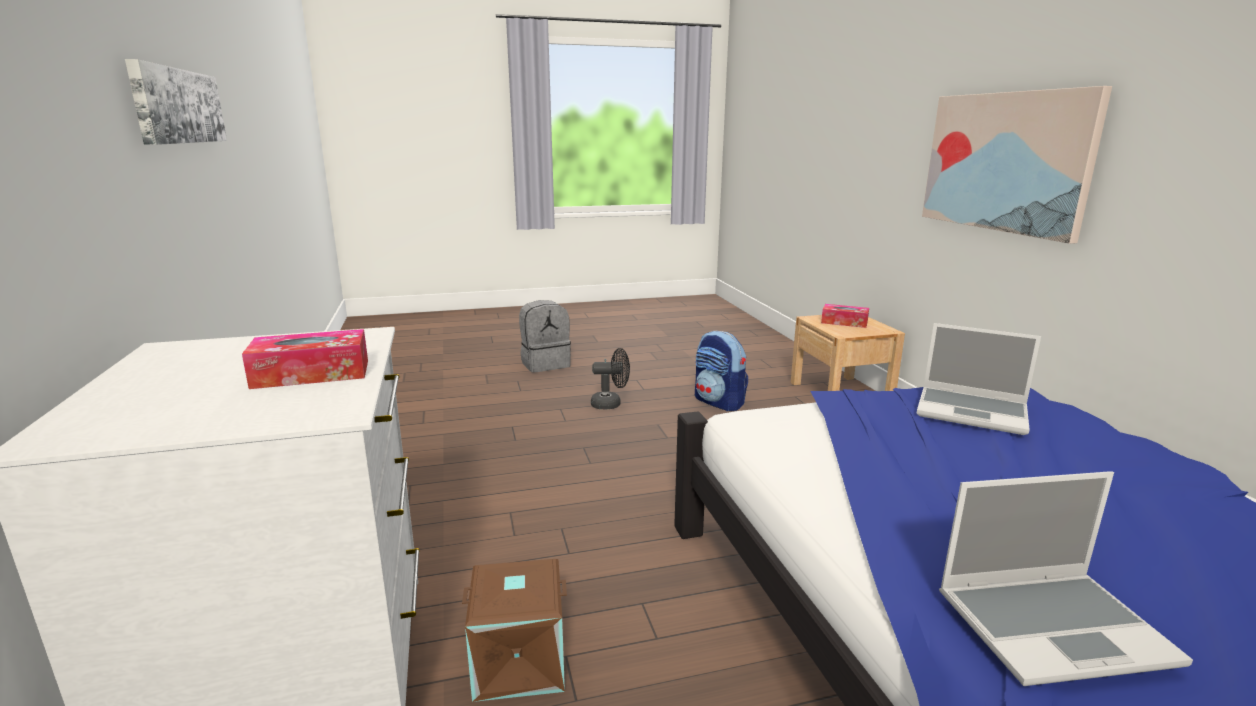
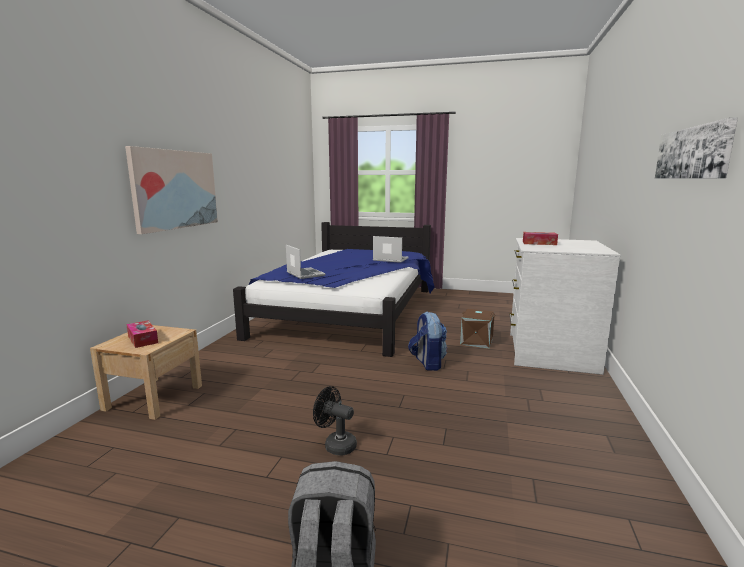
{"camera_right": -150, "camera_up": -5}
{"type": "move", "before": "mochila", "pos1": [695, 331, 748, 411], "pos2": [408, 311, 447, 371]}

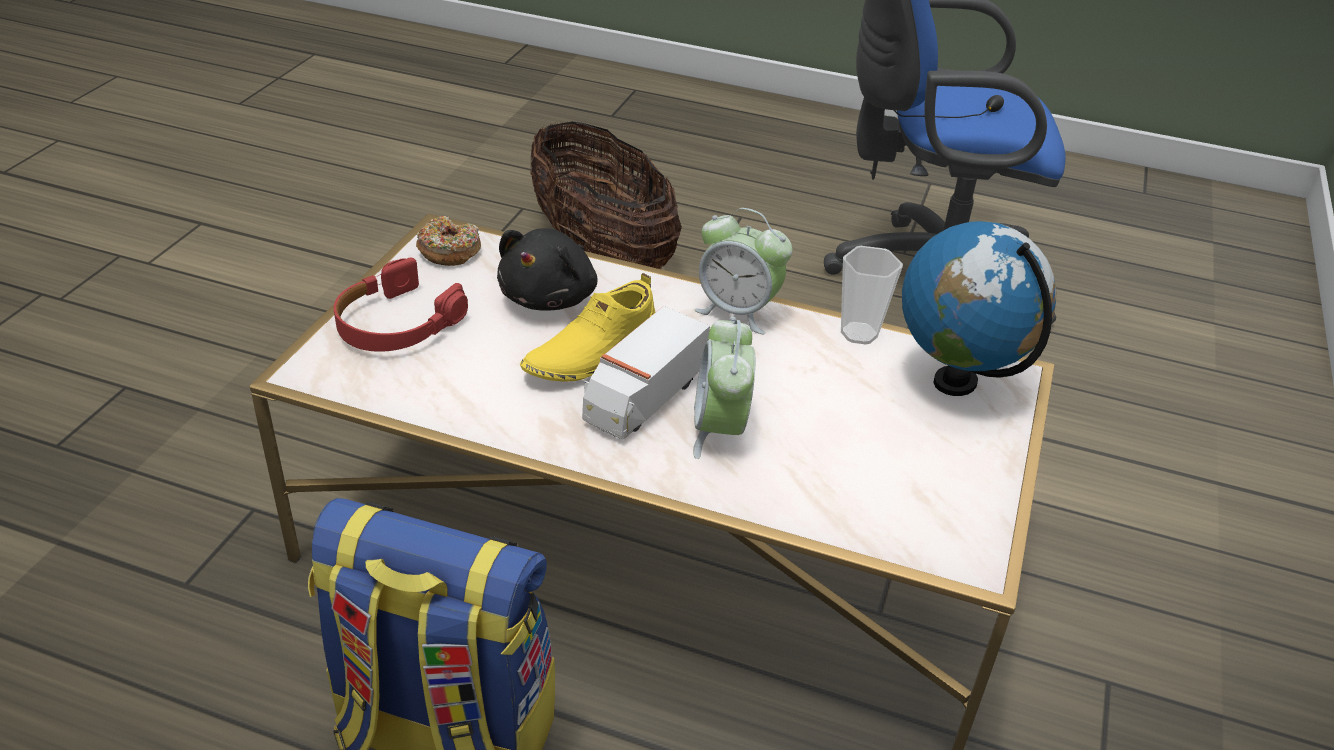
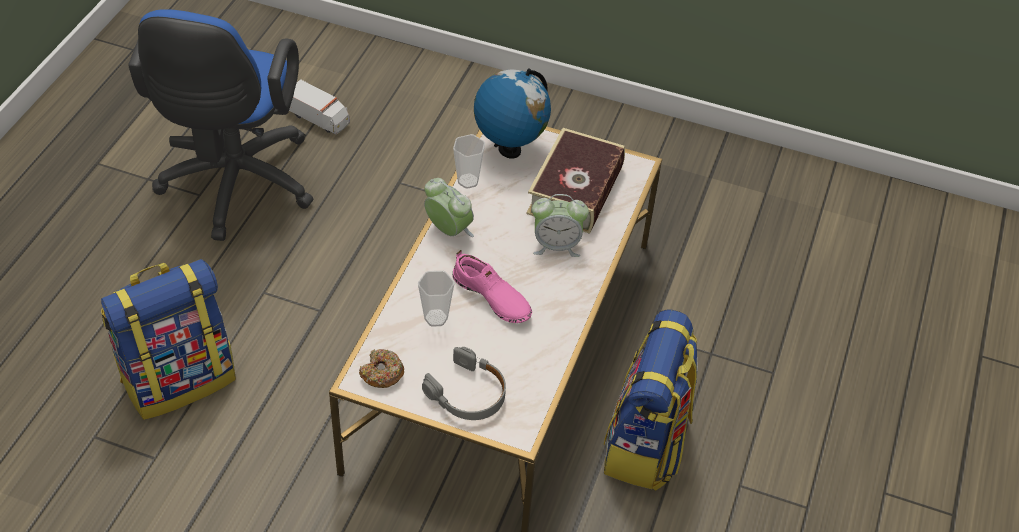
{"camera_right": -90, "camera_up": 10}
{"type": "replace", "before": "cesta", "after": "mochila", "pos1": [531, 121, 682, 269], "pos2": [101, 259, 236, 420]}
{"type": "move", "before": "camión de juguete", "pos1": [582, 306, 710, 439], "pos2": [289, 79, 350, 135]}
{"type": "replace", "before": "peluche [negro]", "after": "taza", "pos1": [497, 228, 597, 311], "pos2": [418, 271, 455, 327]}
{"type": "recolor", "before": "auriculares [rojo]", "after": "auriculares [gris]", "pos1": [334, 257, 468, 352], "pos2": [422, 347, 506, 420]}
{"type": "rotate", "before": "despertador", "pos1": [694, 208, 792, 334], "pos2": [424, 178, 474, 237], "turn": -75}
{"type": "recolor", "before": "zapato [amarillo]", "after": "zapato [rosa]", "pos1": [520, 273, 655, 382], "pos2": [452, 250, 532, 323]}
{"type": "insert", "after": "libro", "pos2": [527, 128, 625, 234]}

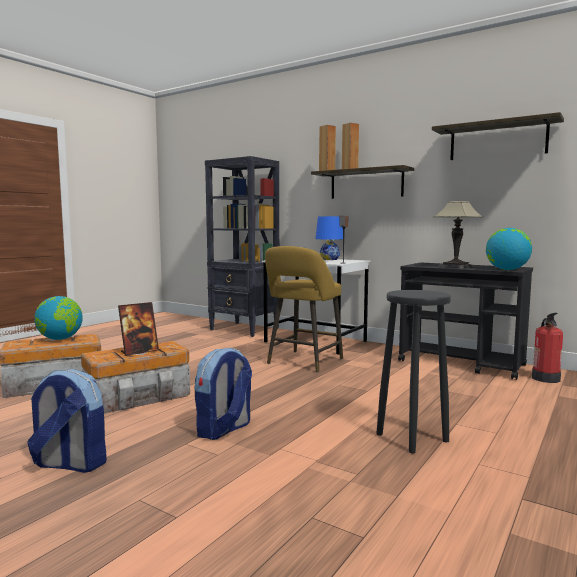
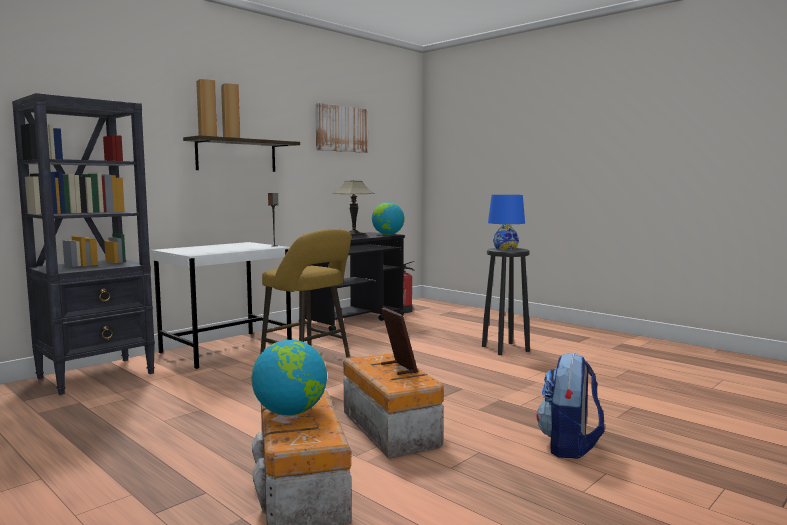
{"camera_right": -80, "camera_up": 0}
{"type": "replace", "before": "estante", "after": "cuadro", "pos1": [432, 112, 564, 160], "pos2": [315, 103, 368, 153]}
{"type": "move", "before": "lámpara de mesa [azul]", "pos1": [315, 216, 343, 260], "pos2": [488, 195, 525, 250]}
{"type": "delete", "before": "mochila", "pos1": [195, 348, 252, 440]}

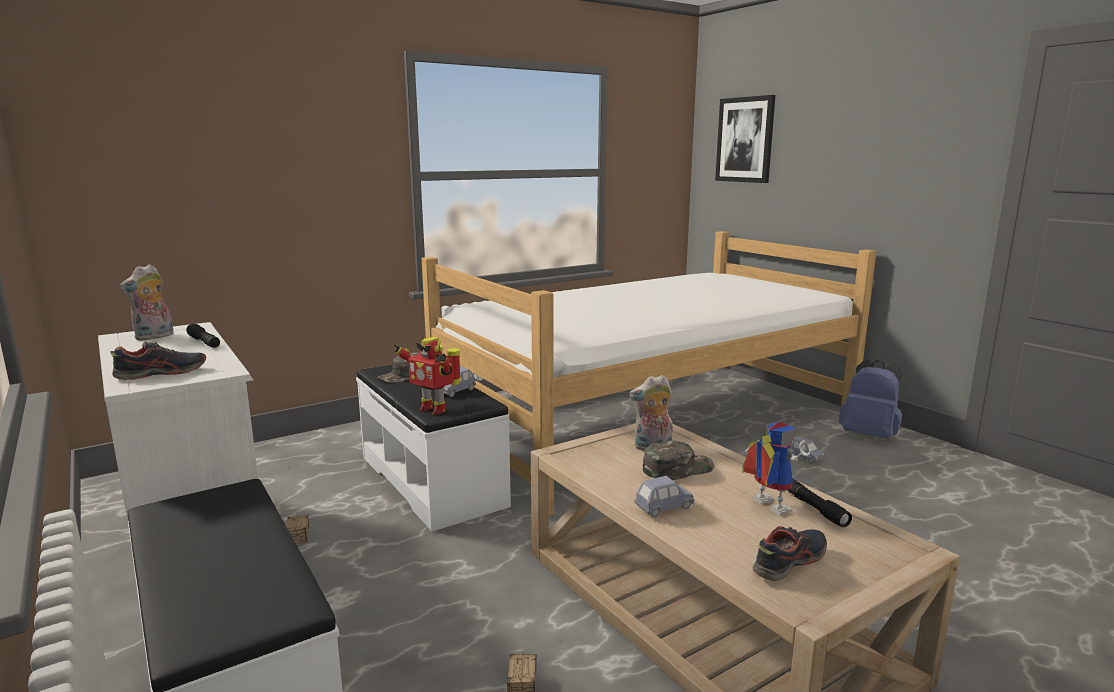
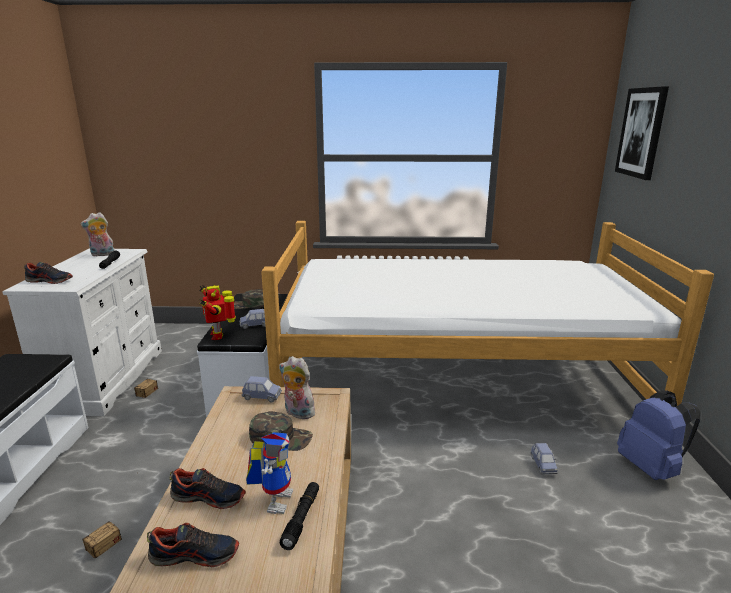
{"camera_right": 35, "camera_up": 5}
{"type": "insert", "after": "zapato", "pos2": [170, 468, 246, 509]}
{"type": "move", "before": "coche de juguete [azul]", "pos1": [634, 476, 695, 518], "pos2": [242, 376, 282, 403]}

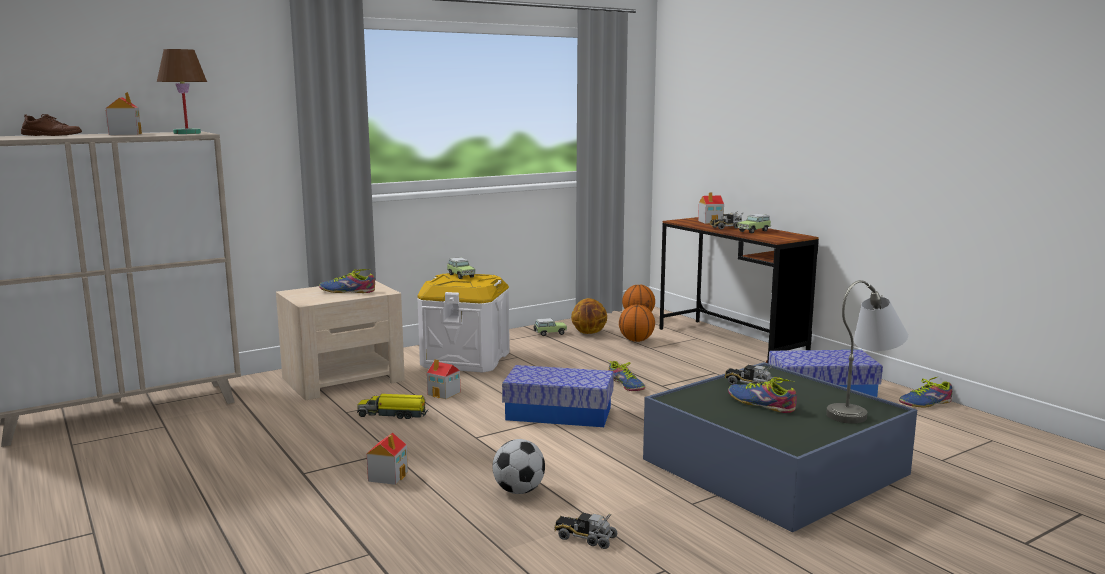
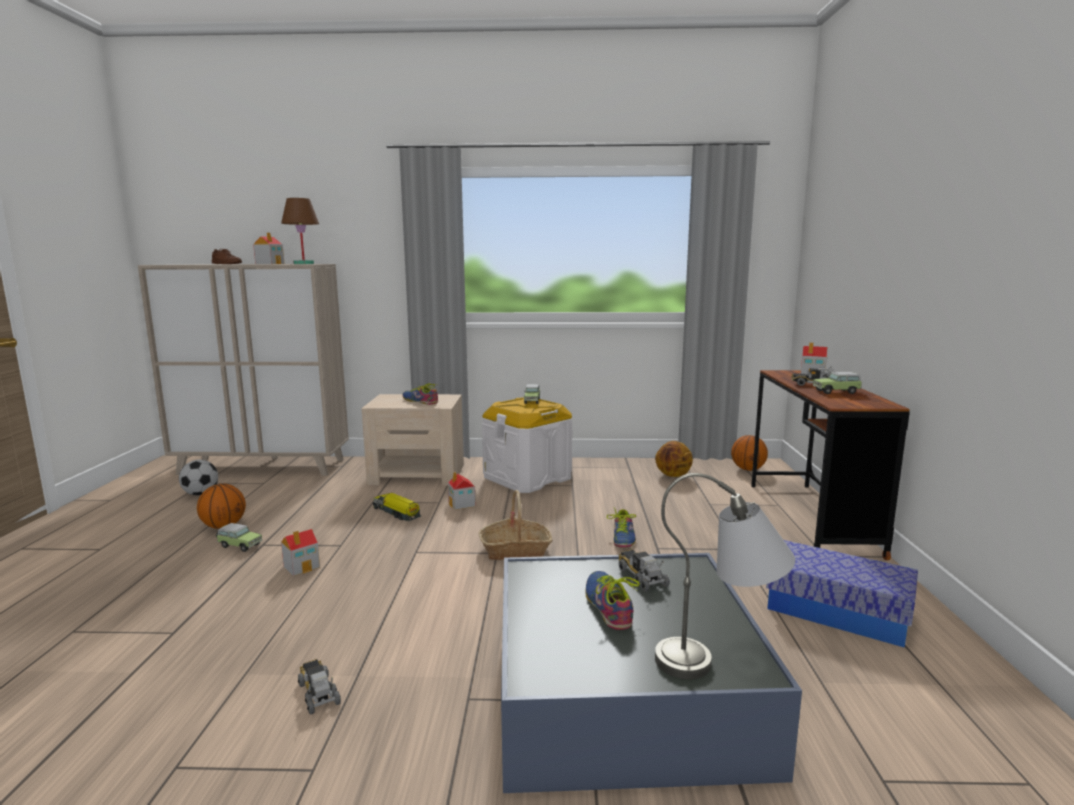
{"camera_right": 35, "camera_up": 0}
{"type": "move", "before": "balón de fútbol", "pos1": [492, 439, 545, 494], "pos2": [179, 460, 218, 495]}
{"type": "move", "before": "balón de baloncesto", "pos1": [619, 305, 655, 342], "pos2": [197, 484, 246, 529]}
{"type": "move", "before": "coche de juguete", "pos1": [534, 318, 567, 336], "pos2": [216, 523, 262, 552]}
{"type": "replace", "before": "caja de almacenaje", "after": "cesta", "pos1": [502, 365, 614, 427], "pos2": [479, 490, 553, 560]}
{"type": "delete", "before": "zapato", "pos1": [899, 376, 952, 408]}

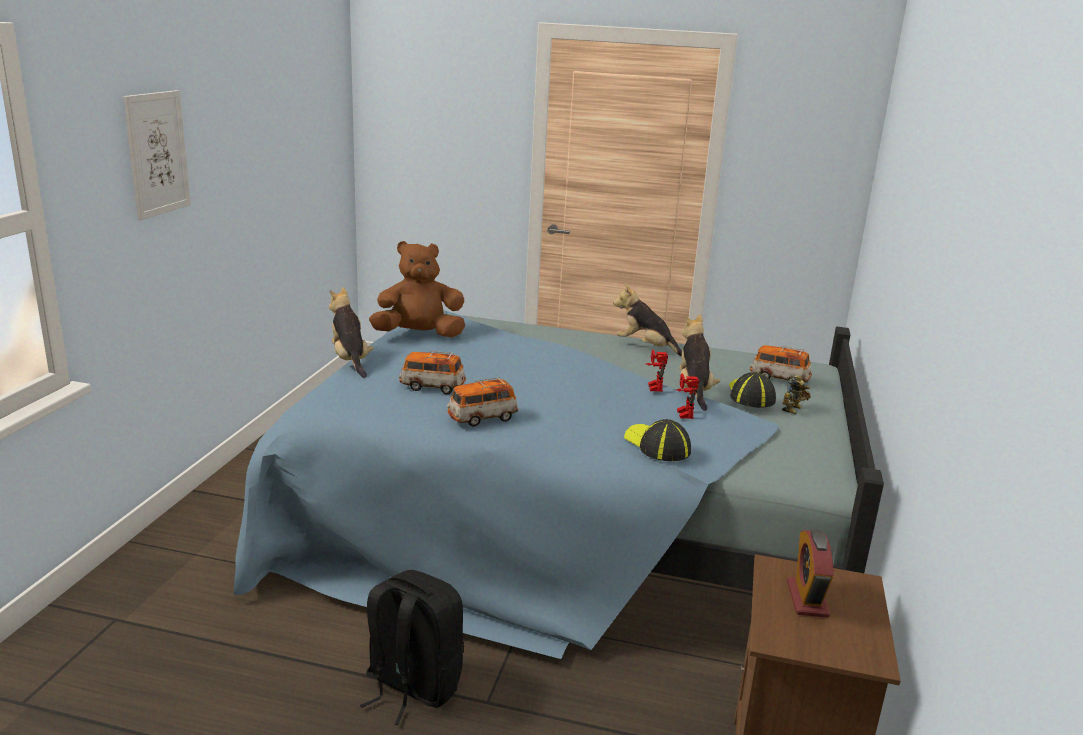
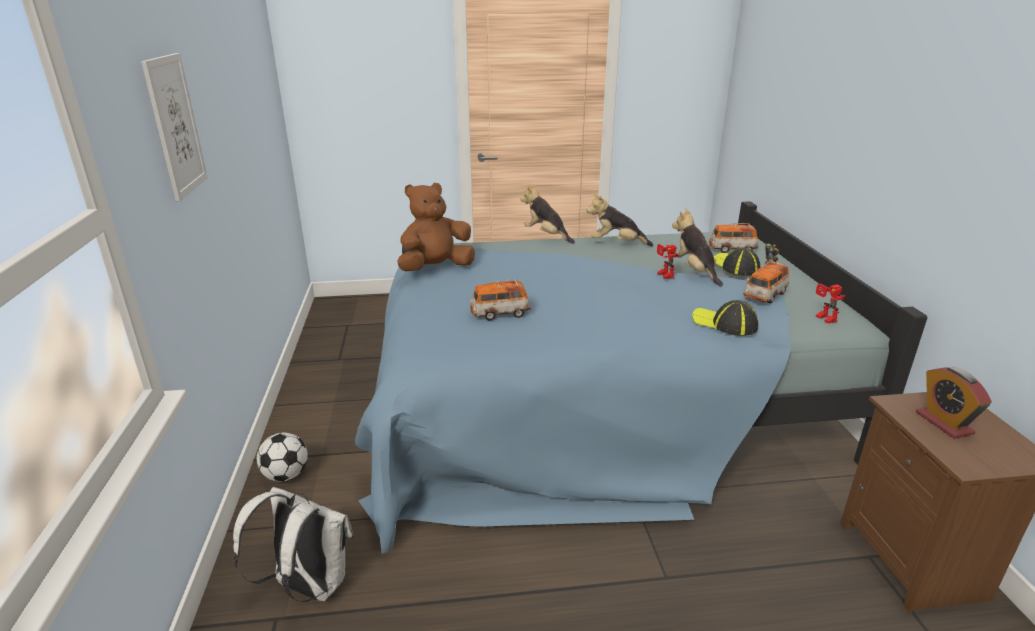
{"camera_right": -20, "camera_up": 5}
{"type": "insert", "after": "mochila [blanco]", "pos2": [233, 487, 354, 602]}
{"type": "insert", "after": "balón de fútbol", "pos2": [257, 432, 308, 482]}
{"type": "move", "before": "peluche", "pos1": [329, 287, 374, 378], "pos2": [520, 184, 575, 244]}
{"type": "move", "before": "coche de juguete", "pos1": [447, 377, 518, 427], "pos2": [743, 260, 789, 303]}
{"type": "move", "before": "robot de juguete", "pos1": [676, 373, 699, 419], "pos2": [816, 284, 847, 323]}
{"type": "delete", "before": "mochila [negro]", "pos1": [360, 570, 464, 725]}

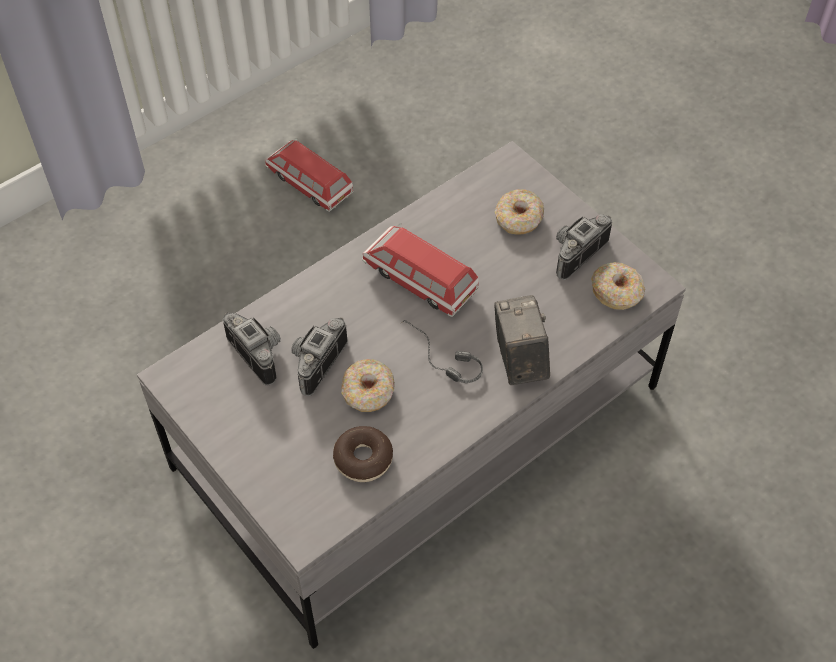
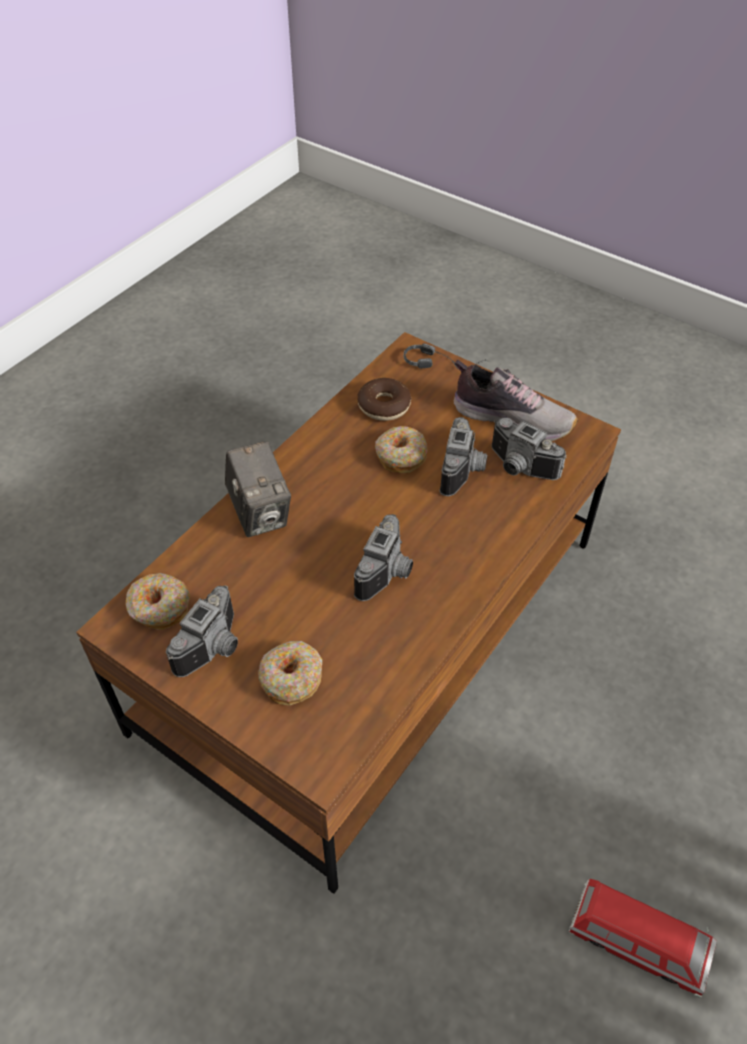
{"camera_right": 165, "camera_up": -5}
{"type": "recolor", "before": "mesa de centro [gris]", "after": "mesa de centro [marrón]", "pos1": [137, 141, 686, 649], "pos2": [76, 332, 621, 894]}
{"type": "replace", "before": "coche de juguete", "after": "cámara", "pos1": [362, 223, 479, 317], "pos2": [354, 514, 413, 601]}
{"type": "move", "before": "auriculares", "pos1": [401, 320, 483, 383], "pos2": [404, 344, 488, 369]}
{"type": "insert", "after": "zapato", "pos2": [454, 360, 577, 442]}

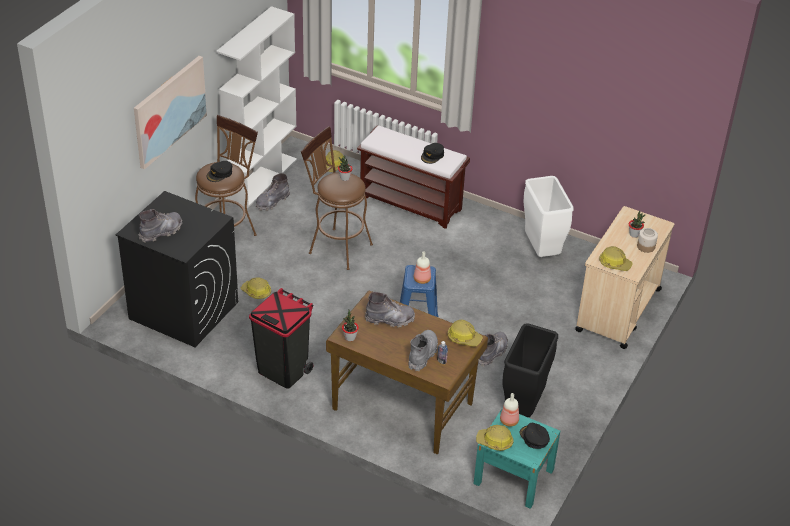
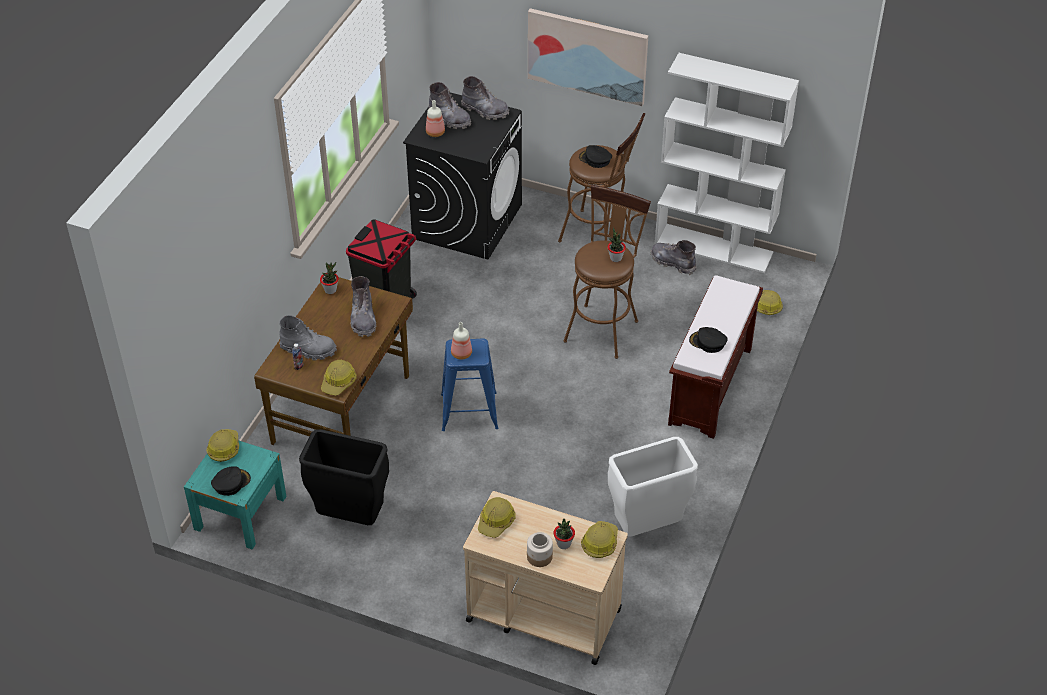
{"camera_right": 85, "camera_up": 5}
{"type": "move", "before": "botella", "pos1": [500, 393, 519, 427], "pos2": [426, 100, 445, 137]}
{"type": "move", "before": "bota [gris]", "pos1": [478, 332, 508, 367], "pos2": [461, 76, 509, 120]}
{"type": "move", "before": "casco", "pos1": [241, 277, 271, 299], "pos2": [581, 521, 618, 558]}

